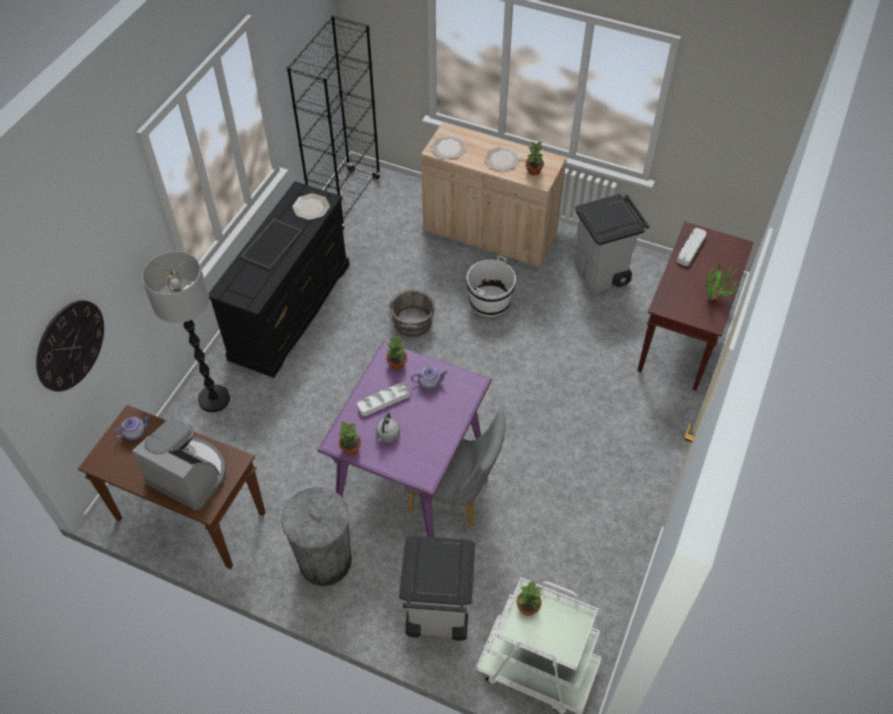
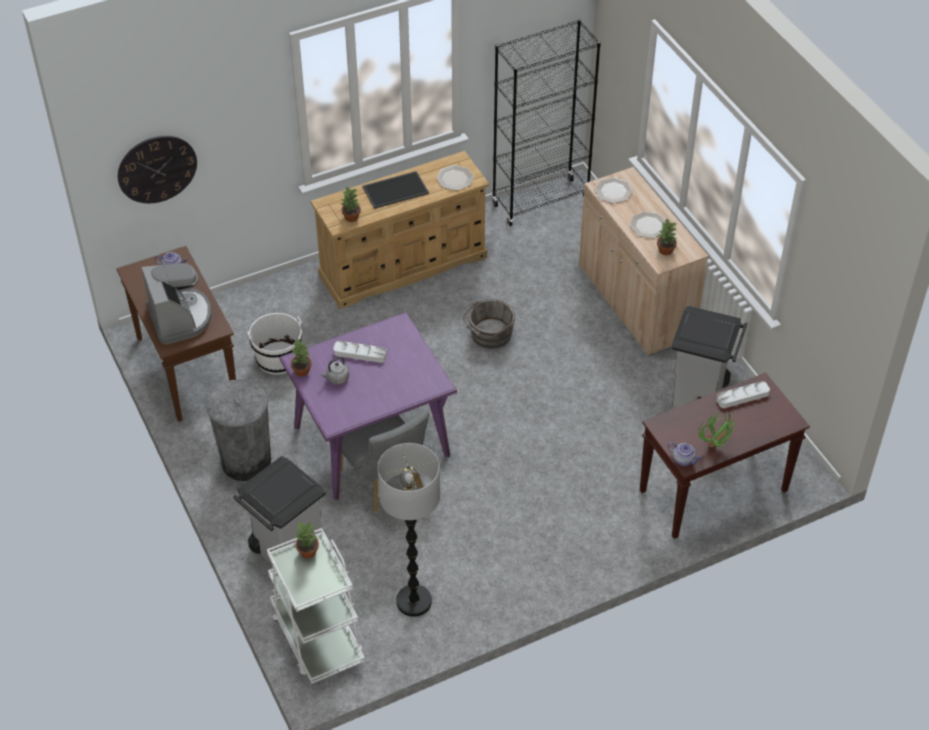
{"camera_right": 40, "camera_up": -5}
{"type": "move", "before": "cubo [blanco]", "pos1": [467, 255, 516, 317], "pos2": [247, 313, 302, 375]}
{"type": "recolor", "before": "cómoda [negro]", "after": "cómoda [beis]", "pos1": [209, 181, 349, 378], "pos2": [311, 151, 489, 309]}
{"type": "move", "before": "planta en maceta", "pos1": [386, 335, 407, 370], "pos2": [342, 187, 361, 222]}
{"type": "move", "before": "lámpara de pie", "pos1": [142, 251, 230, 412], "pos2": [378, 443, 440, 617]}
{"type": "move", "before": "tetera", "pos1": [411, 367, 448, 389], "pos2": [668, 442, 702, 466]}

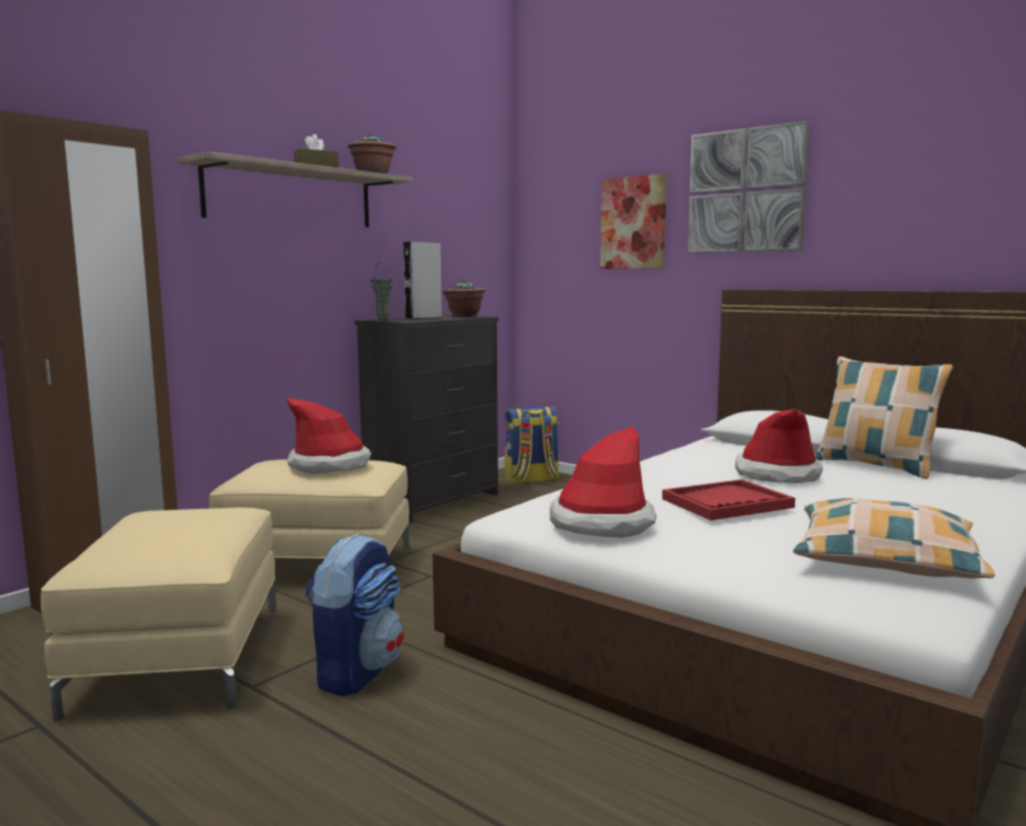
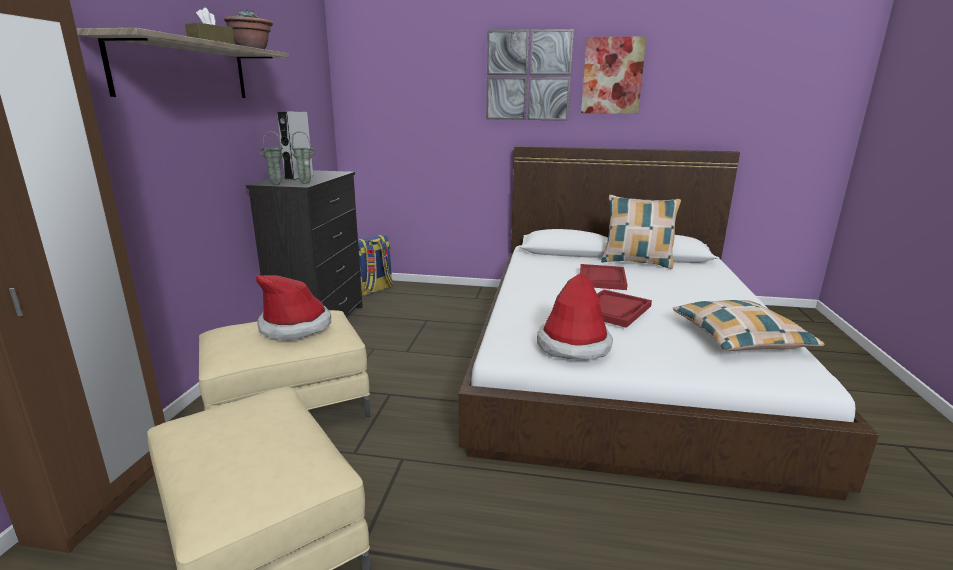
{"camera_right": -30, "camera_up": 10}
{"type": "insert", "after": "florero [verde]", "pos2": [291, 131, 316, 184]}
{"type": "replace", "before": "sombrero", "after": "bandeja [rojo]", "pos1": [735, 409, 823, 483], "pos2": [580, 264, 627, 290]}
{"type": "move", "before": "cuadro", "pos1": [600, 174, 667, 269], "pos2": [581, 37, 647, 114]}
{"type": "delete", "before": "mochila", "pos1": [305, 533, 404, 696]}
{"type": "delete", "before": "planta en maceta", "pos1": [442, 281, 486, 317]}

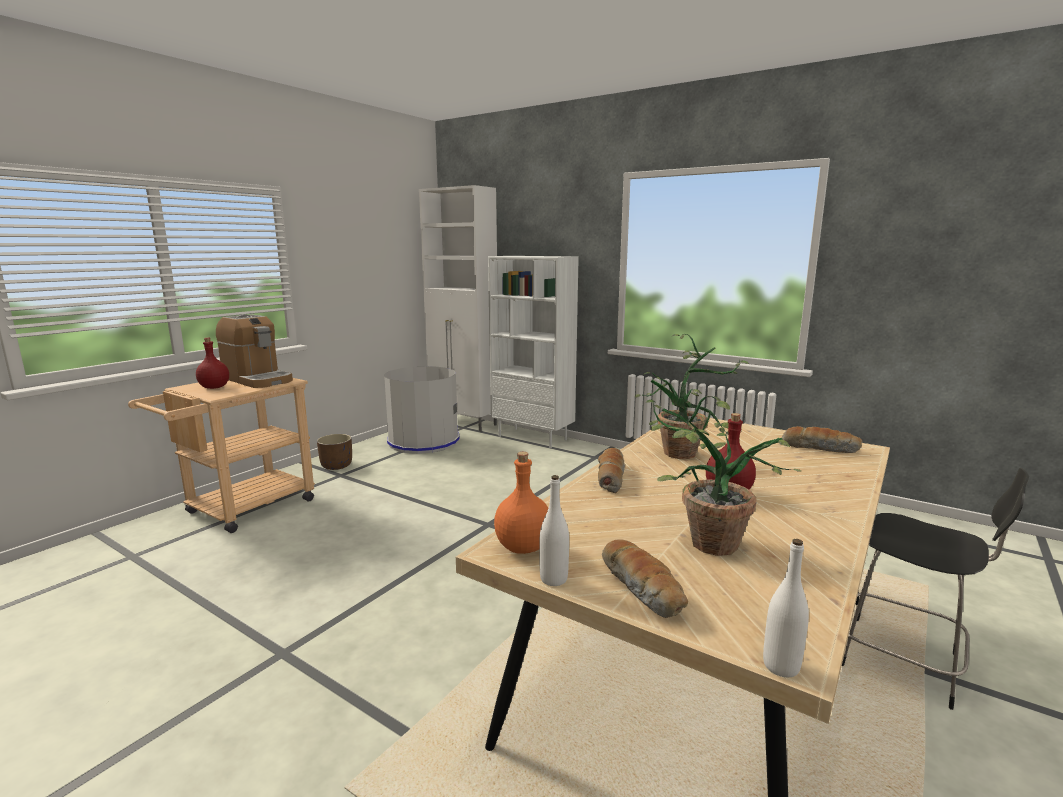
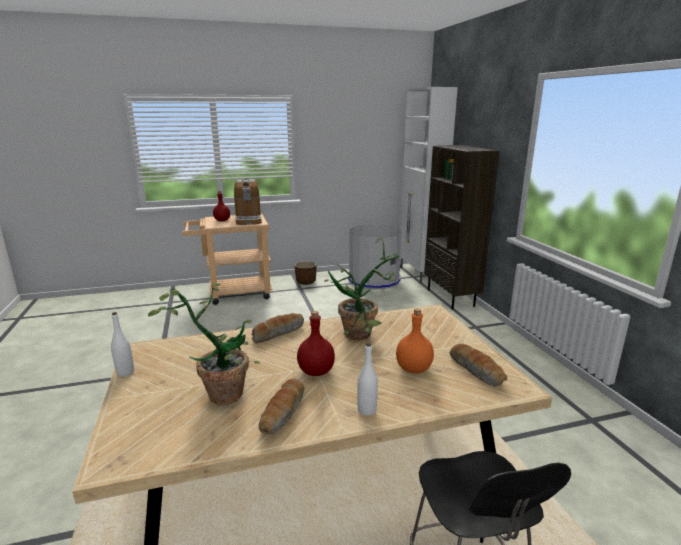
{"camera_right": 40, "camera_up": 5}
{"type": "move", "before": "pan", "pos1": [602, 539, 688, 618], "pos2": [259, 379, 304, 435]}
{"type": "move", "before": "botella [blanco]", "pos1": [763, 539, 809, 677], "pos2": [357, 343, 378, 416]}
{"type": "move", "before": "botella [naranja]", "pos1": [494, 452, 548, 554], "pos2": [396, 308, 434, 373]}
{"type": "recolor", "before": "estantería [blanco]", "after": "estantería [marrón]", "pos1": [488, 256, 579, 448], "pos2": [424, 145, 499, 310]}

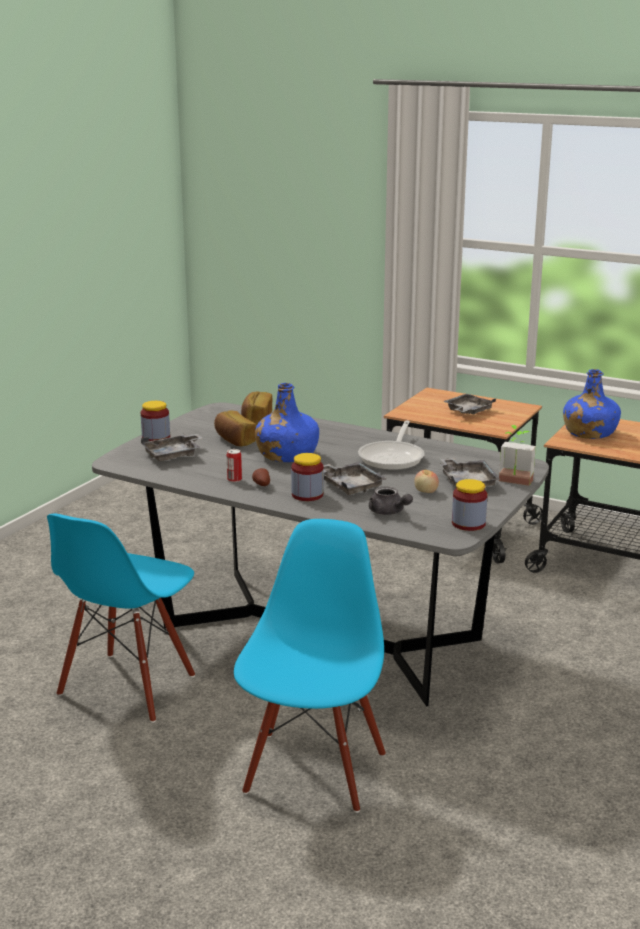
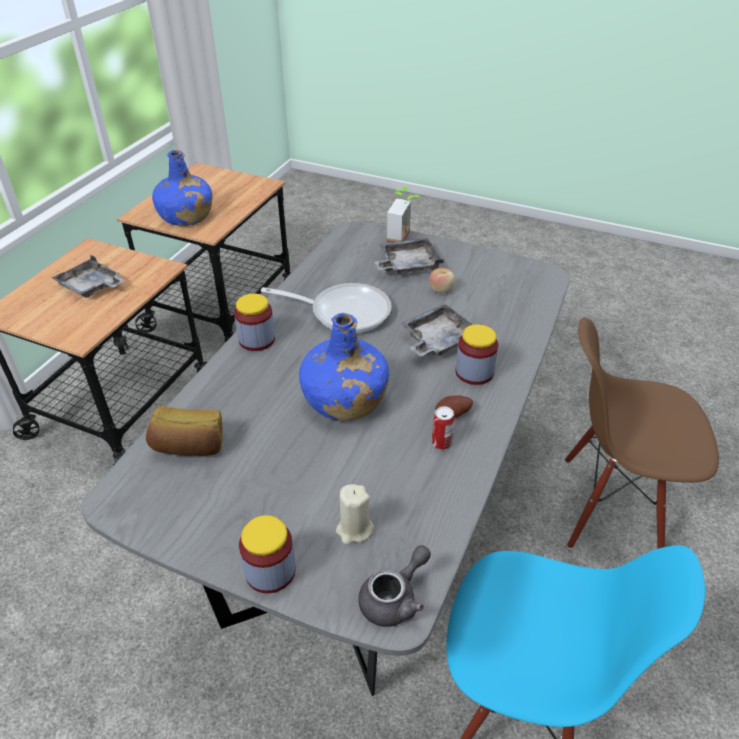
{"camera_right": -95, "camera_up": 20}
{"type": "move", "before": "tarro", "pos1": [452, 479, 487, 531], "pos2": [234, 293, 275, 351]}
{"type": "replace", "before": "bandeja [gris]", "after": "vela [beis]", "pos1": [141, 434, 202, 461], "pos2": [336, 484, 374, 545]}
{"type": "move", "before": "tetera [gris]", "pos1": [369, 486, 413, 515], "pos2": [358, 545, 431, 627]}
{"type": "recolor", "before": "silla [azul]", "after": "silla [marrón]", "pos1": [234, 519, 386, 813], "pos2": [565, 317, 719, 549]}
{"type": "delete", "before": "pan", "pos1": [214, 411, 256, 446]}

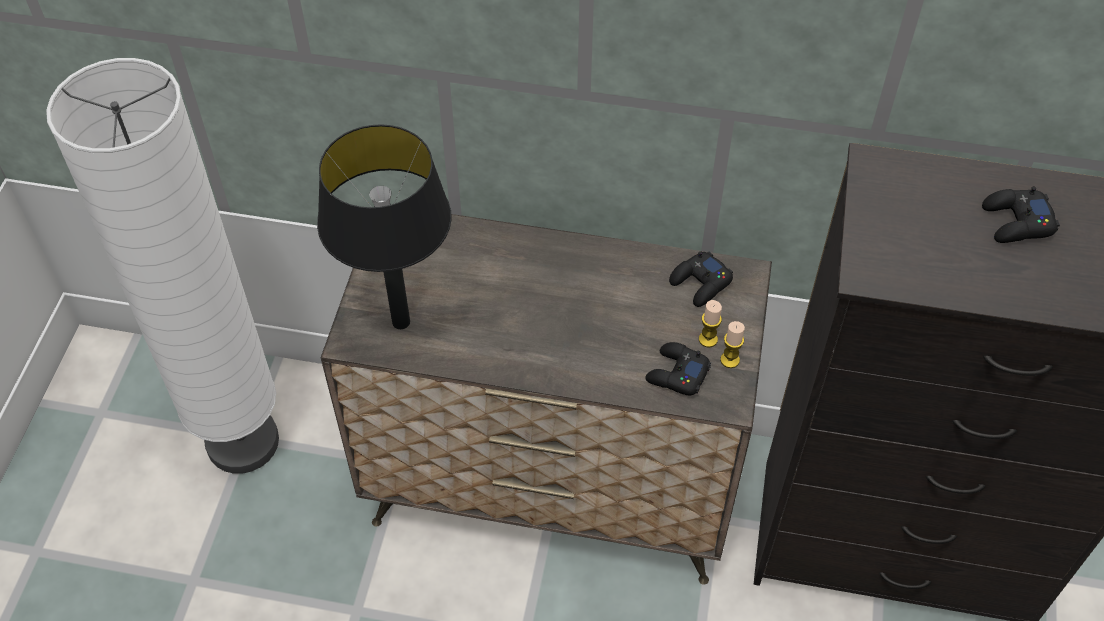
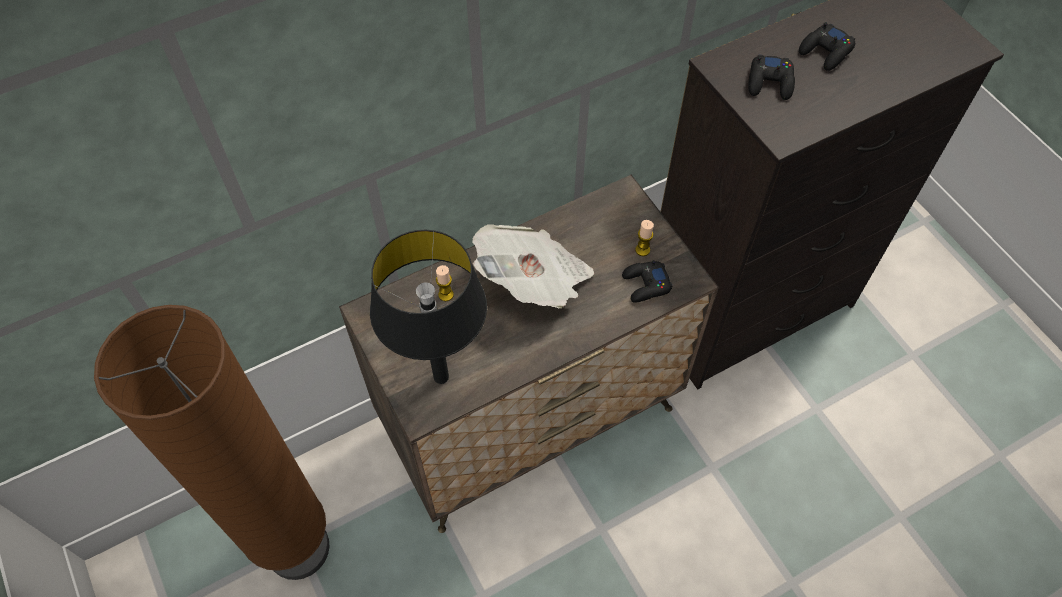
{"camera_right": -40, "camera_up": 5}
{"type": "recolor", "before": "lámpara de pie [blanco]", "after": "lámpara de pie [marrón]", "pos1": [46, 58, 279, 474], "pos2": [94, 305, 330, 580]}
{"type": "move", "before": "vela", "pos1": [720, 321, 745, 368], "pos2": [436, 265, 454, 301]}
{"type": "insert", "after": "periódico", "pos2": [472, 224, 594, 308]}
{"type": "move", "before": "mando de consola [negro]", "pos1": [669, 251, 733, 307], "pos2": [748, 55, 795, 100]}

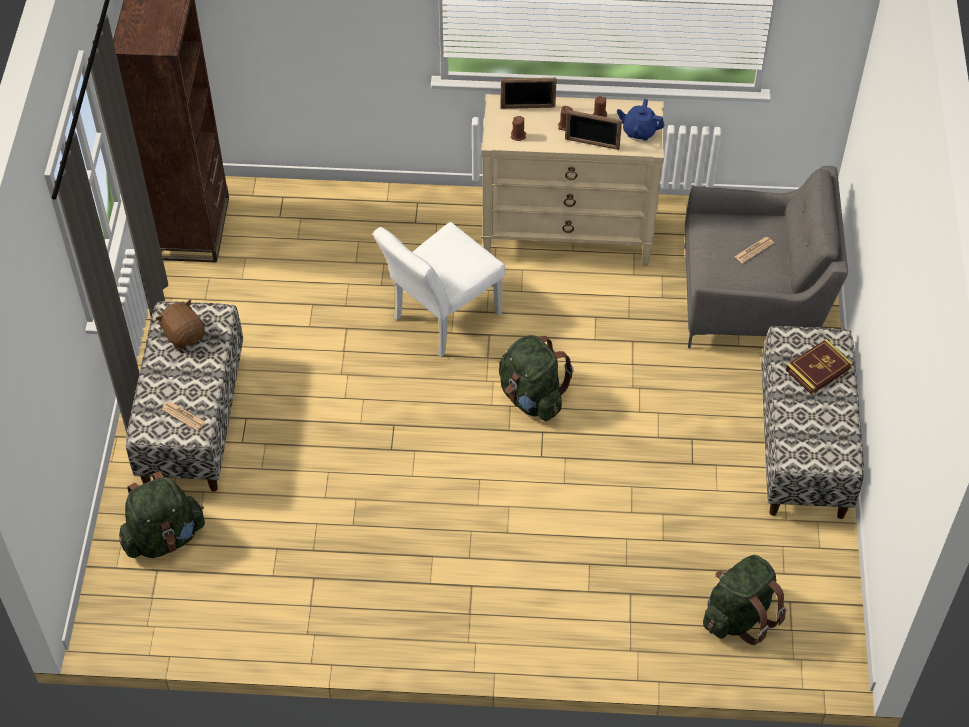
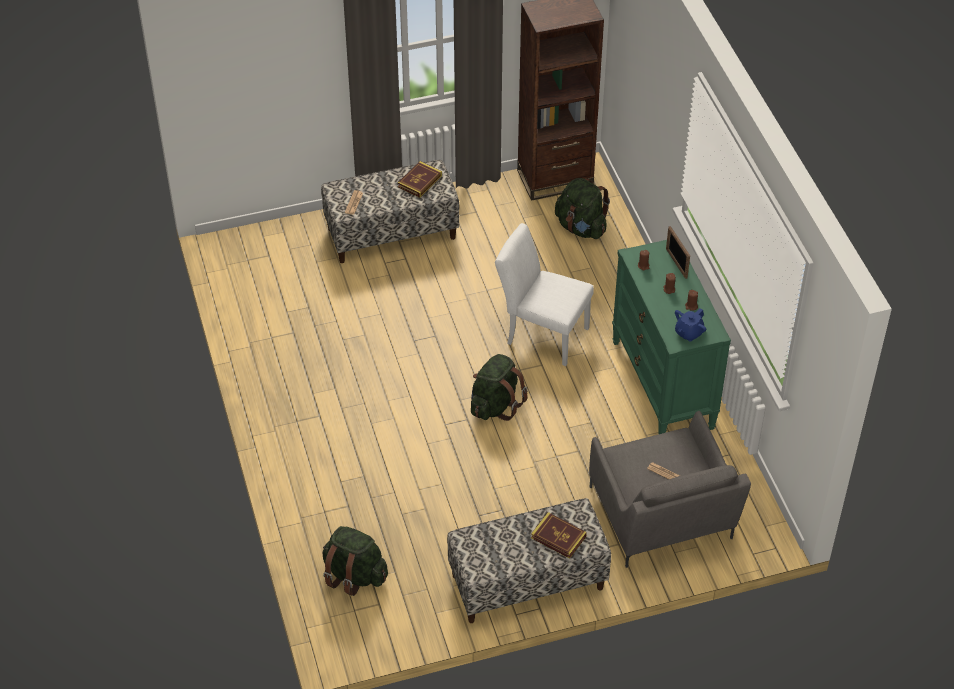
{"camera_right": 70, "camera_up": -5}
{"type": "replace", "before": "peluche [marrón]", "after": "libro", "pos1": [156, 300, 205, 350], "pos2": [398, 161, 442, 198]}
{"type": "move", "before": "mochila [verde]", "pos1": [119, 471, 205, 558], "pos2": [555, 178, 610, 239]}
{"type": "recolor", "before": "cómoda [beis]", "after": "cómoda [verde]", "pos1": [481, 94, 664, 266], "pos2": [612, 240, 731, 434]}
{"type": "rotate", "before": "tetera [azul]", "pos1": [617, 99, 664, 141], "pos2": [675, 308, 706, 342], "turn": -135}
{"type": "delete", "before": "portarretratos", "pos1": [565, 110, 622, 150]}

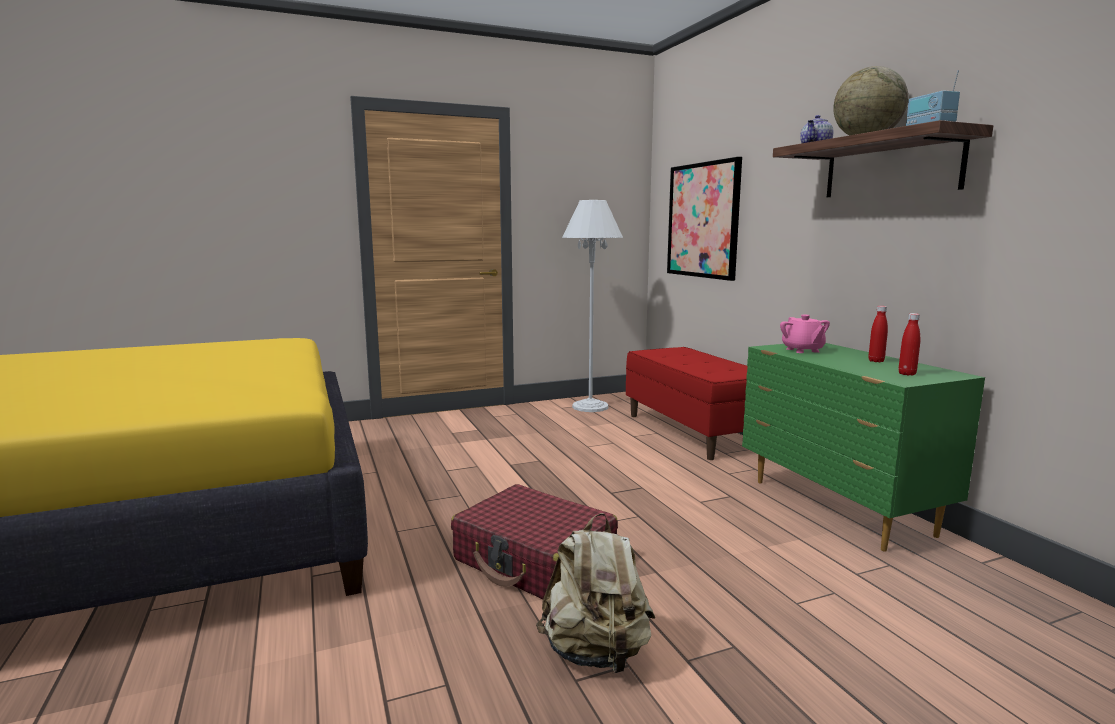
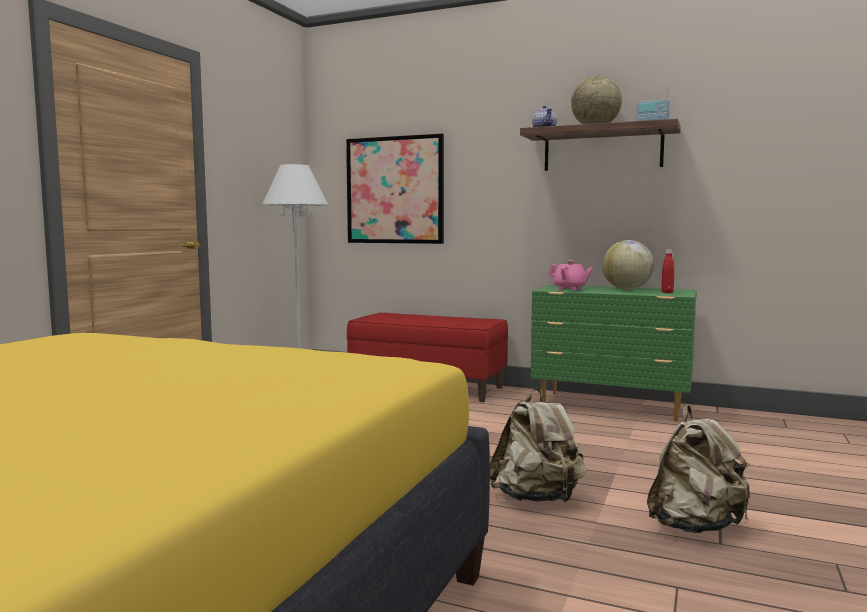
{"camera_right": -45, "camera_up": -5}
{"type": "replace", "before": "maleta [rojo]", "after": "mochila [beis]", "pos1": [451, 484, 618, 599], "pos2": [490, 388, 587, 502]}
{"type": "replace", "before": "botella [rojo]", "after": "globo terráqueo", "pos1": [868, 306, 888, 362], "pos2": [602, 240, 654, 290]}

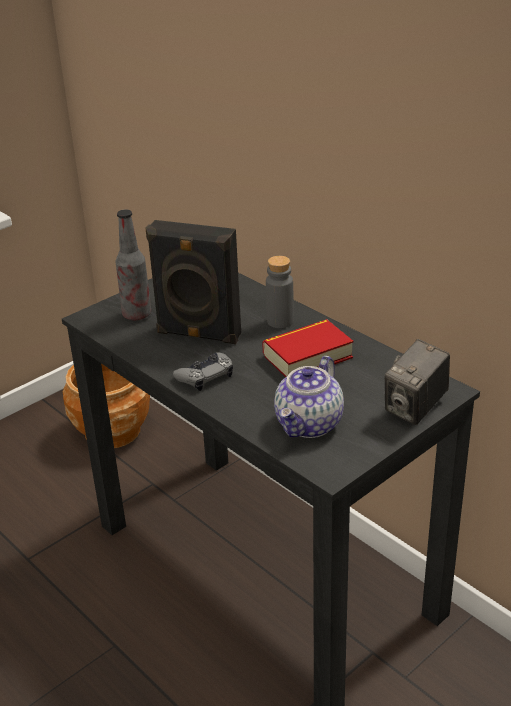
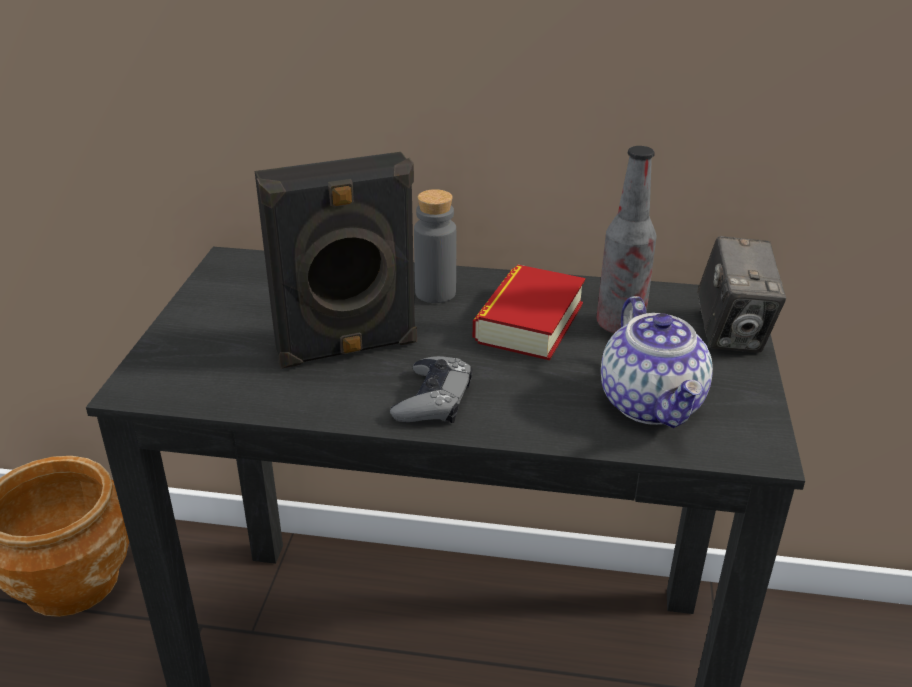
{"camera_right": -40, "camera_up": 0}
{"type": "move", "before": "botella", "pos1": [115, 209, 151, 320], "pos2": [597, 146, 657, 333]}

